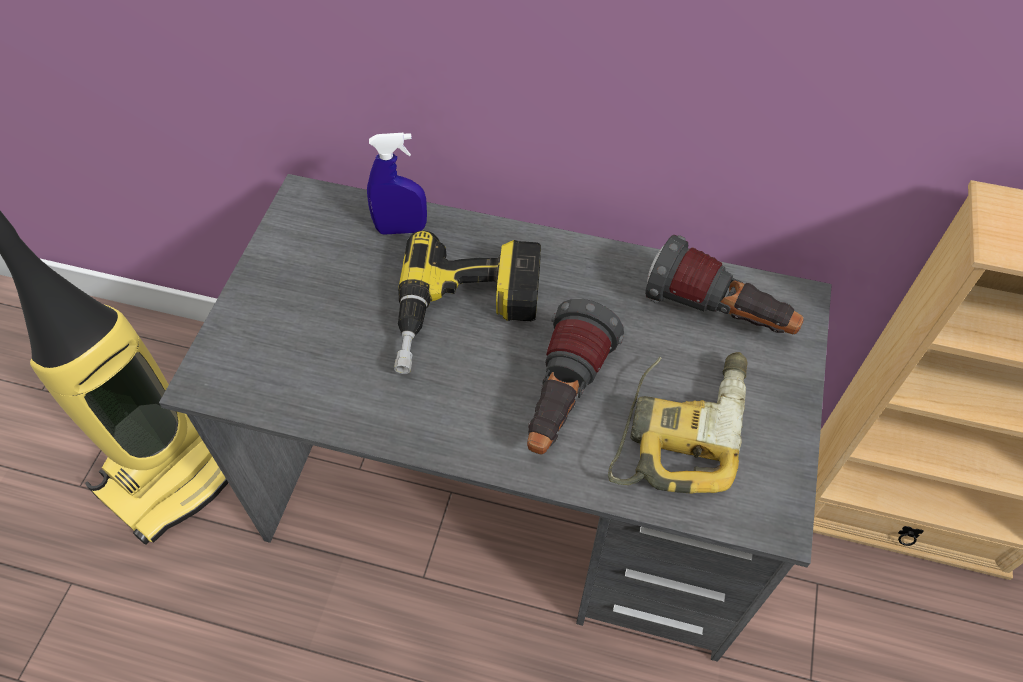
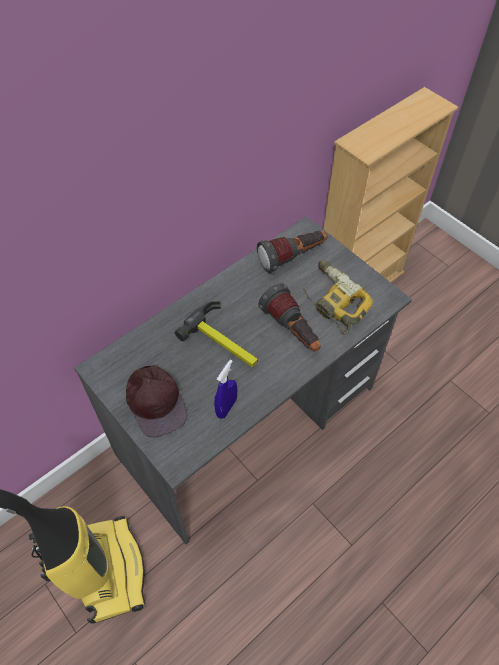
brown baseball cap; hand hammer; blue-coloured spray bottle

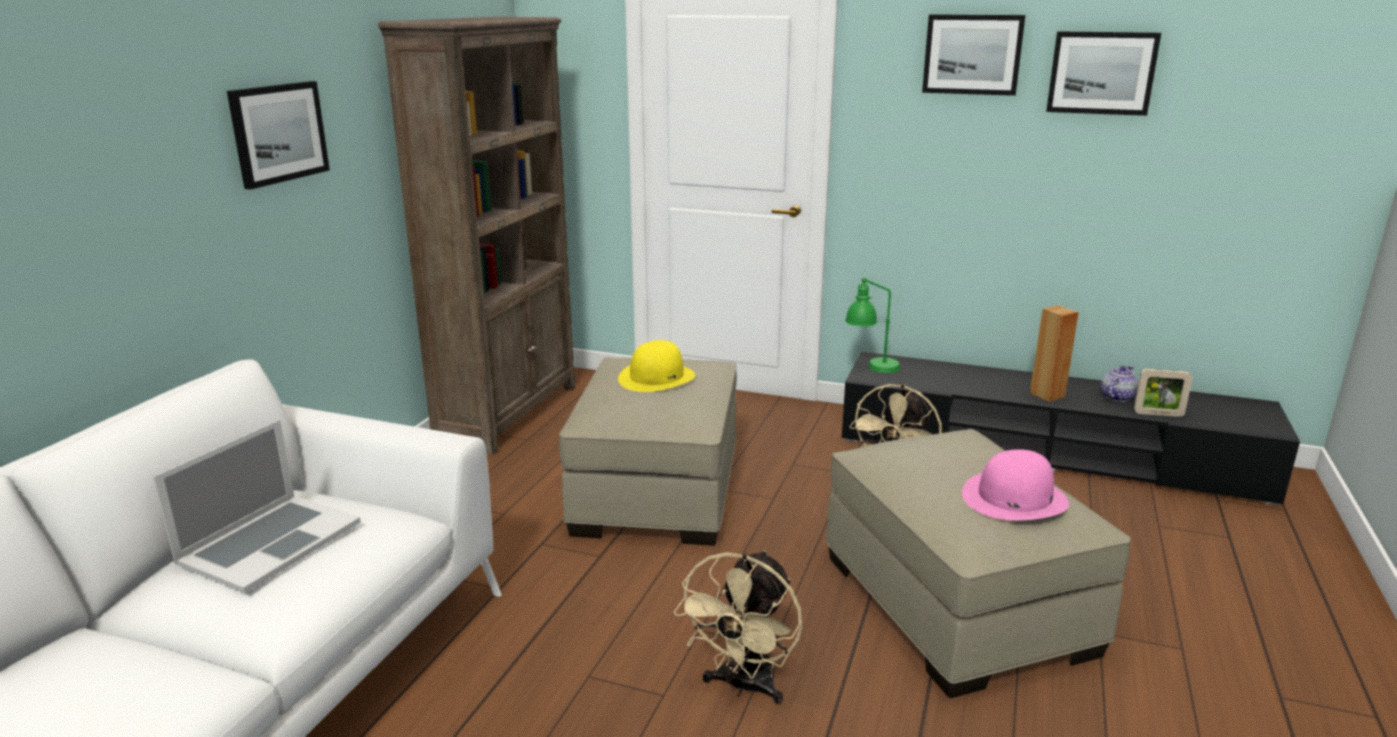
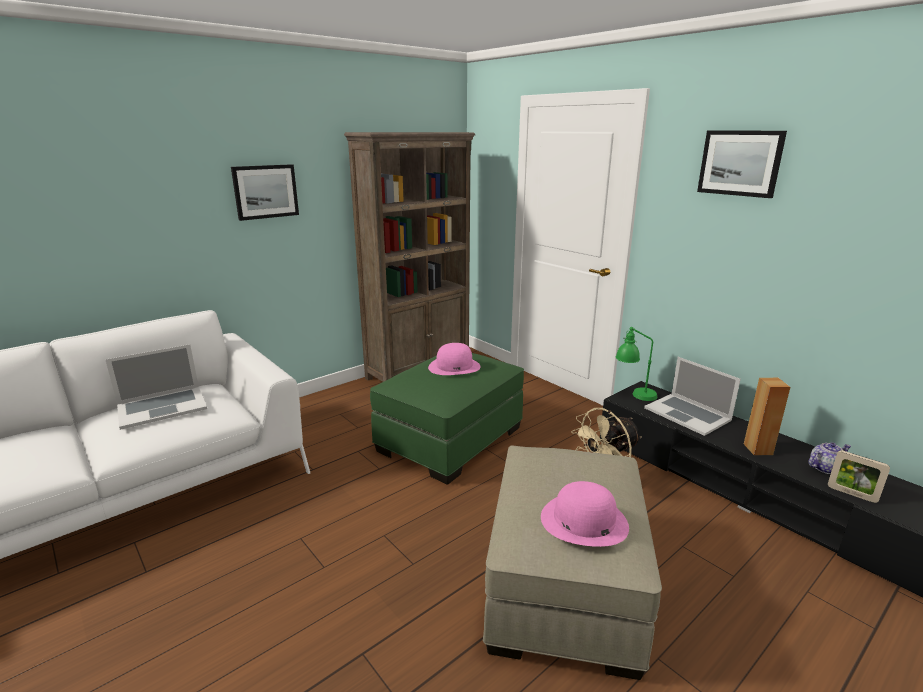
greenish pouffe; pink-coloured hat (1st from left); laptop (2nd from left); beige electric fan (1st from left in the first image); picture (3rd from left in the first image)

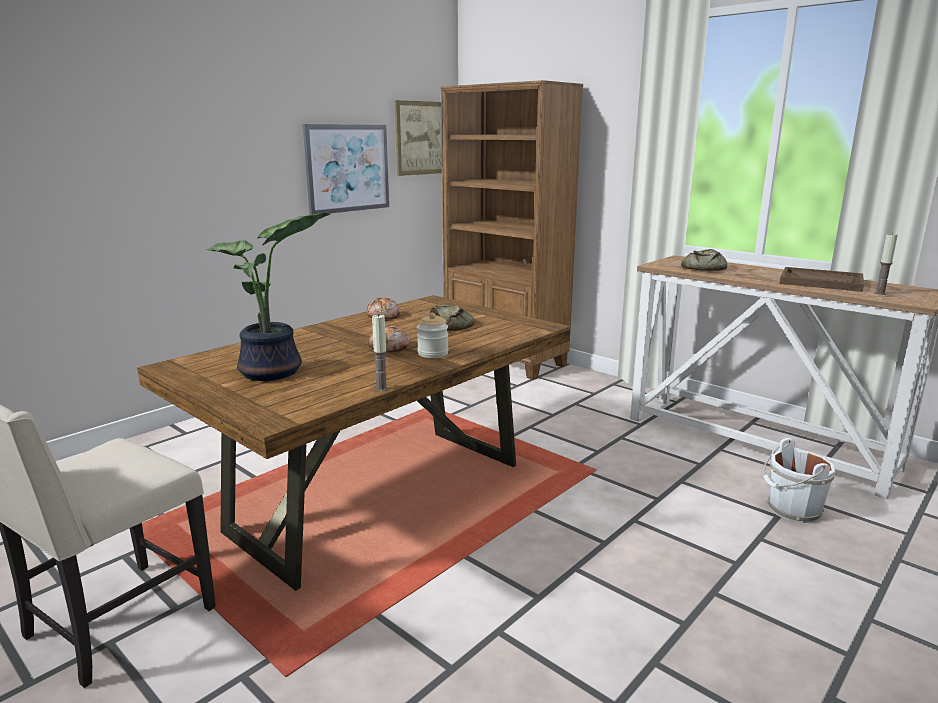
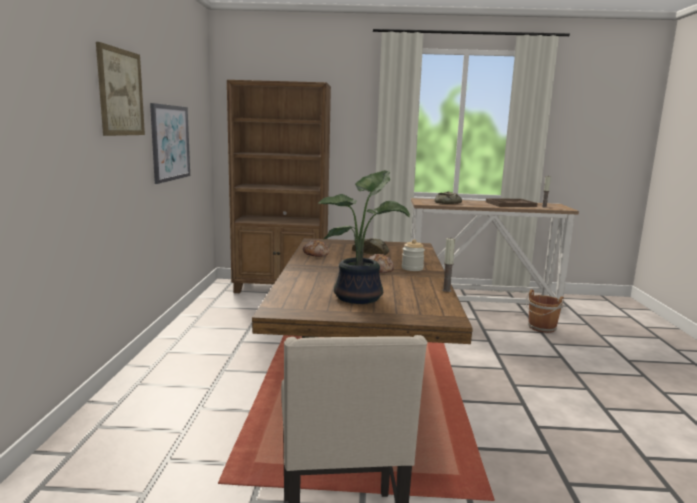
picture (1st from left); brown pail

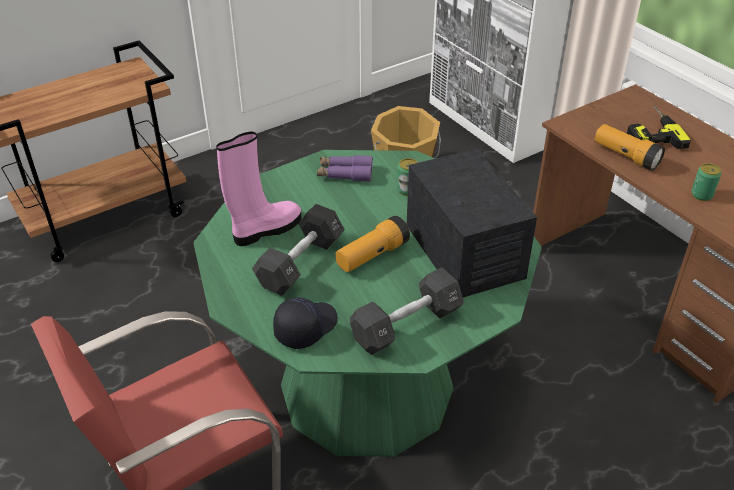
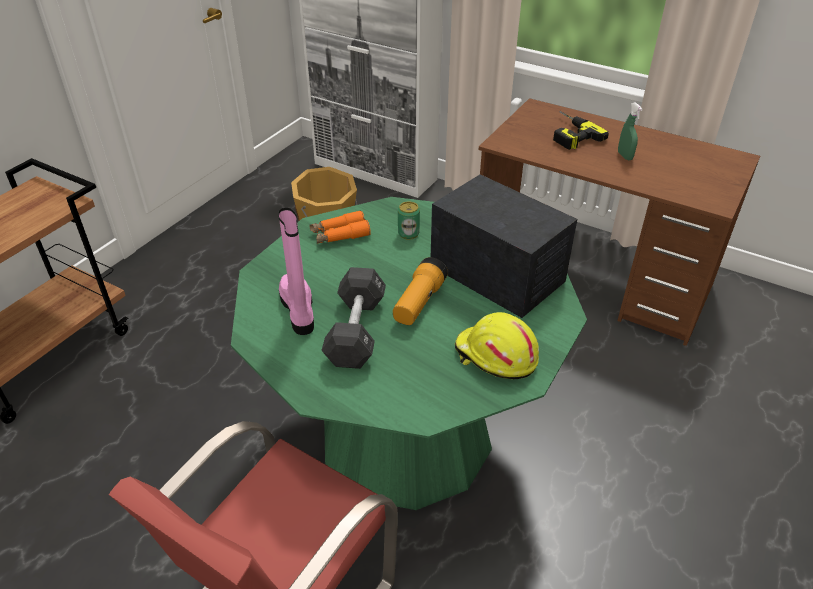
pink-coloured high-top boot; orange-coloured field glasses; yellow work helmet; greenish spray bottle; black baseball cap; torch (2nd from left in the first image); metal can (2nd from left in the first image)

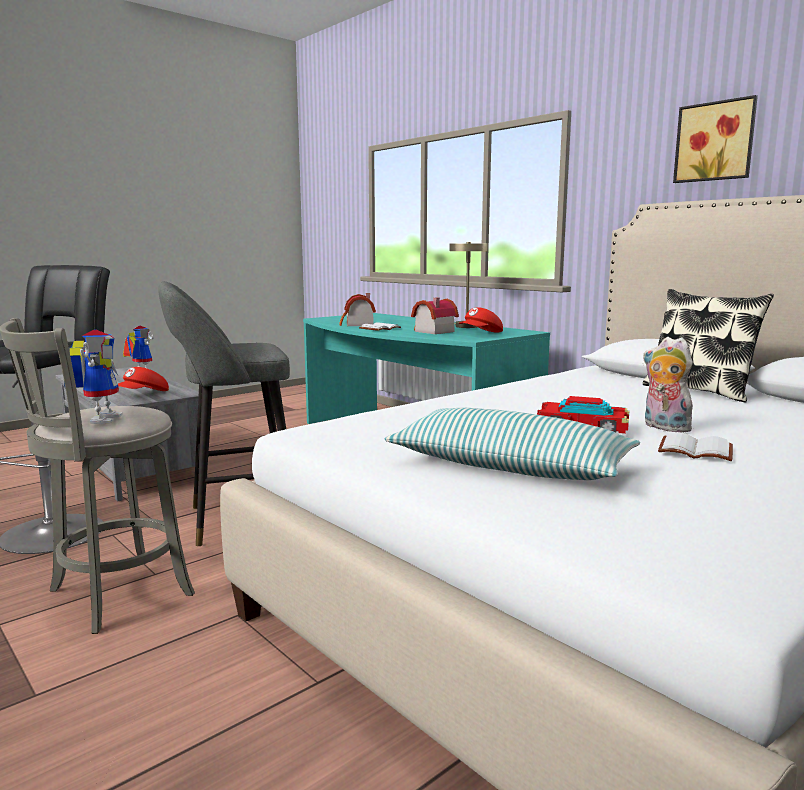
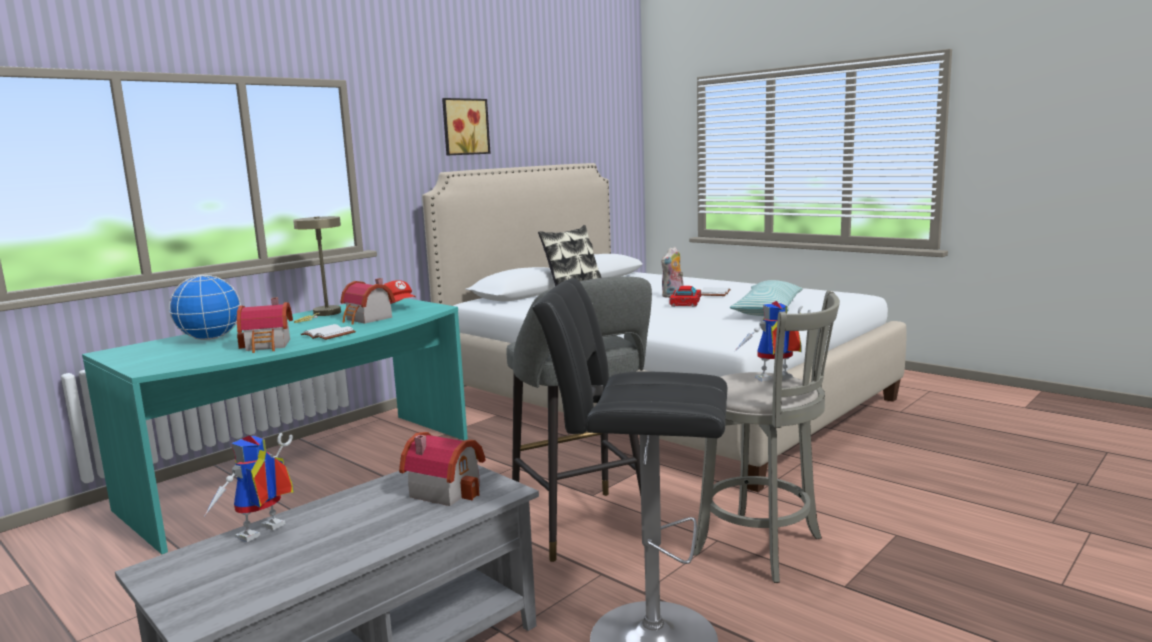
globe; toy house (3rd from left)

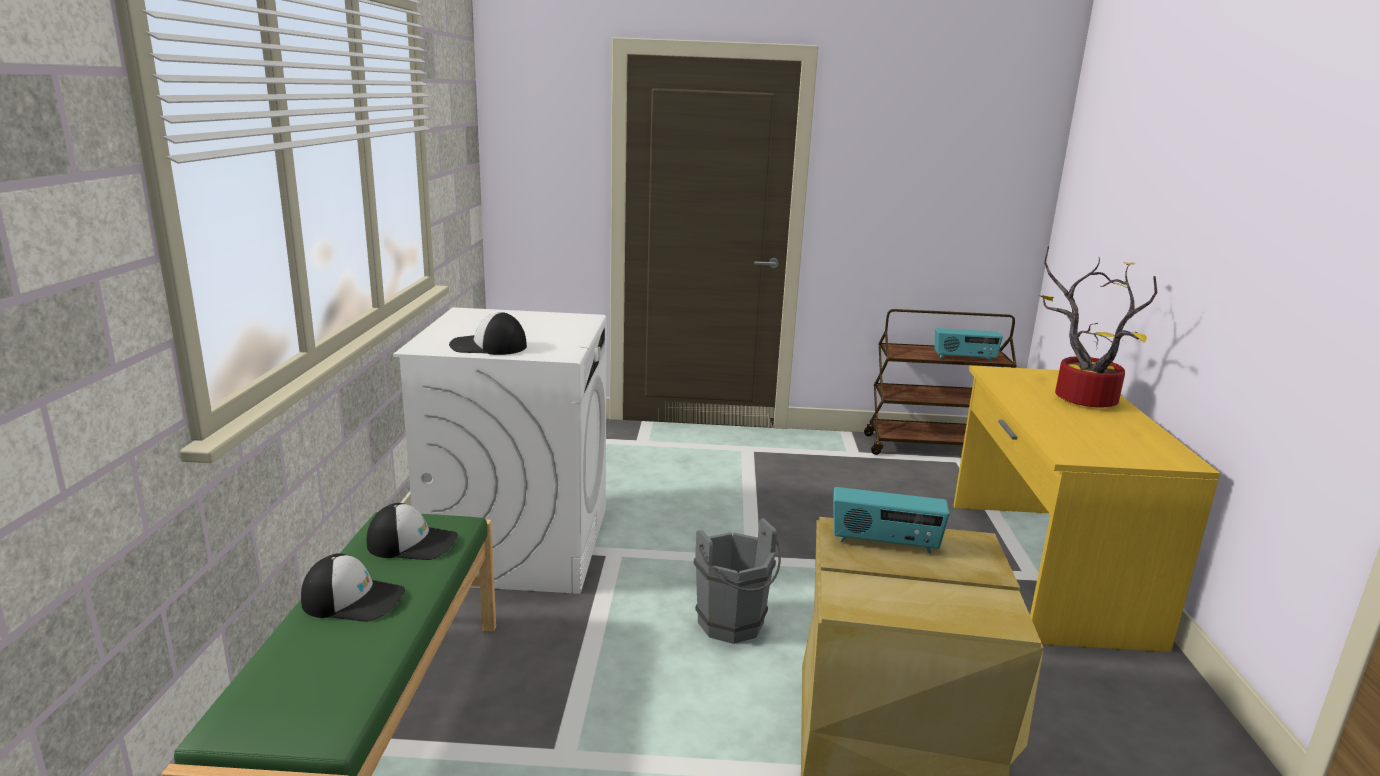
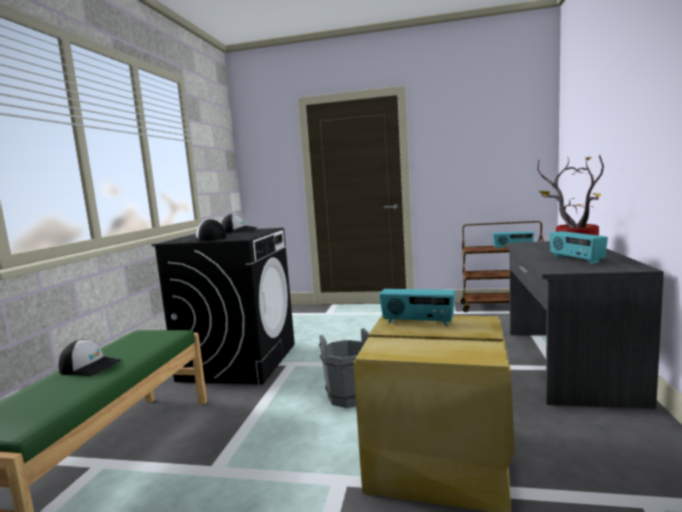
black laundry appliance; baseball cap (3rd from left); grey desk unit; radio set (3rd from left)

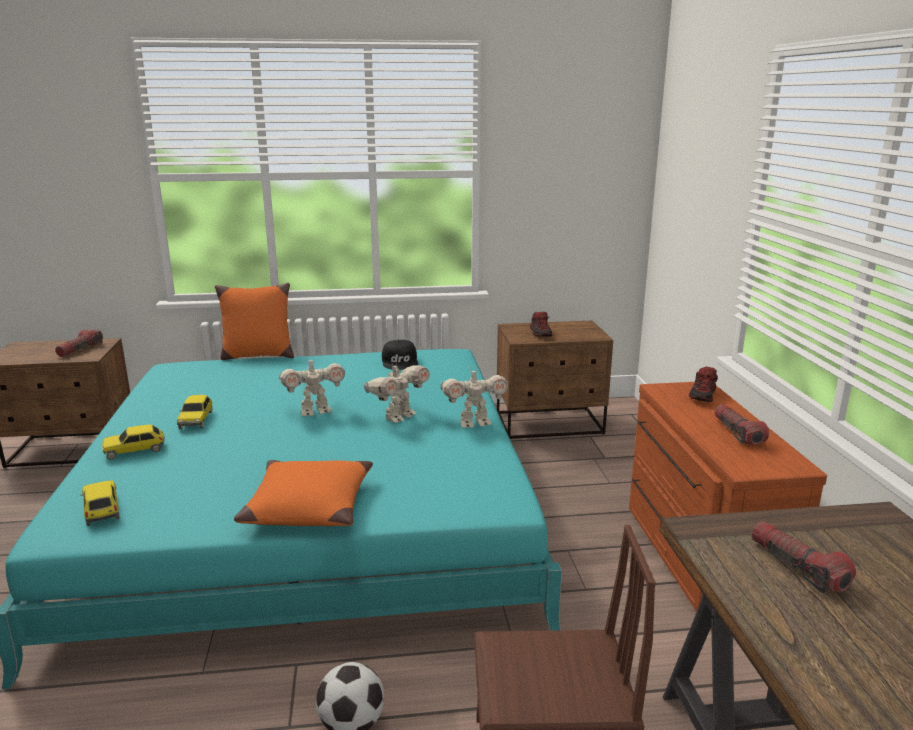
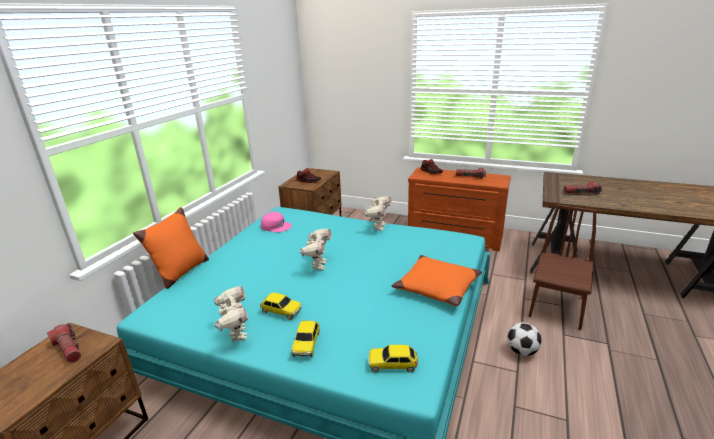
robot figure (1st from left); pink-coloured baseball cap

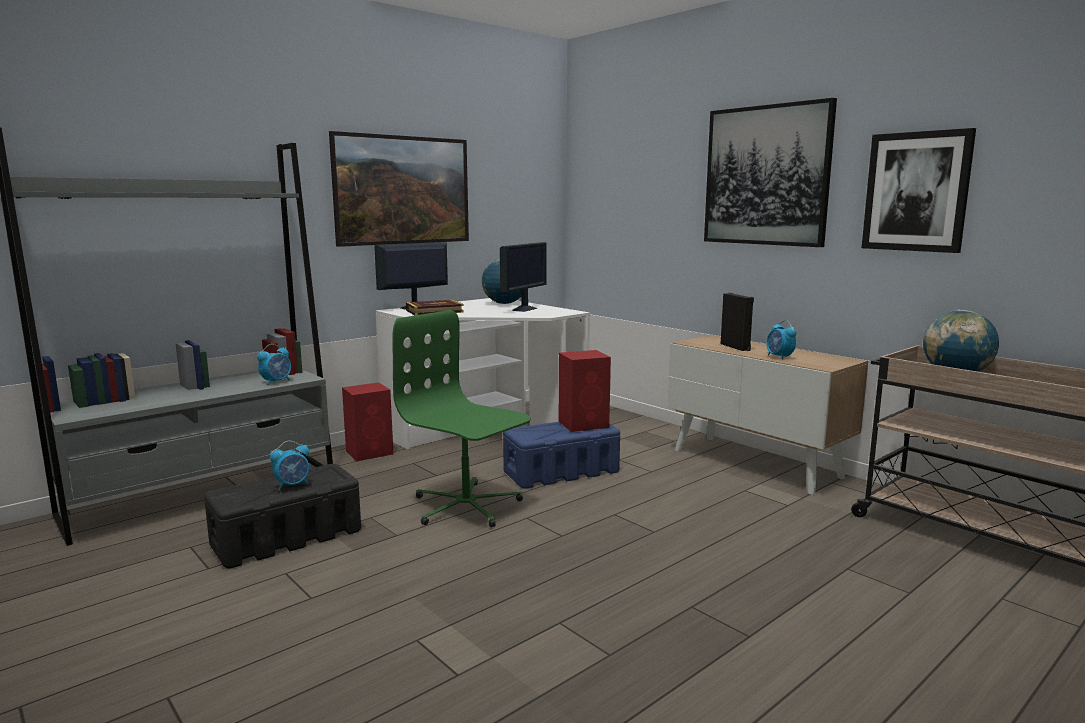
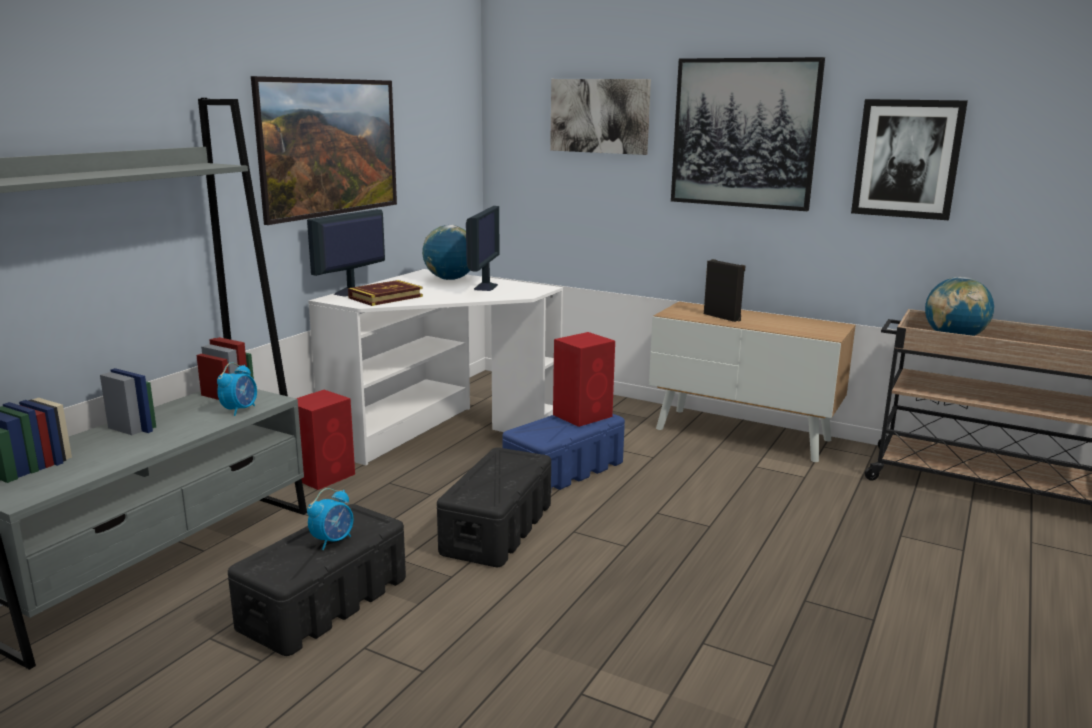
black storage bin (2nd from left); picture (2nd from left); bedside clock (3rd from left in the first image)

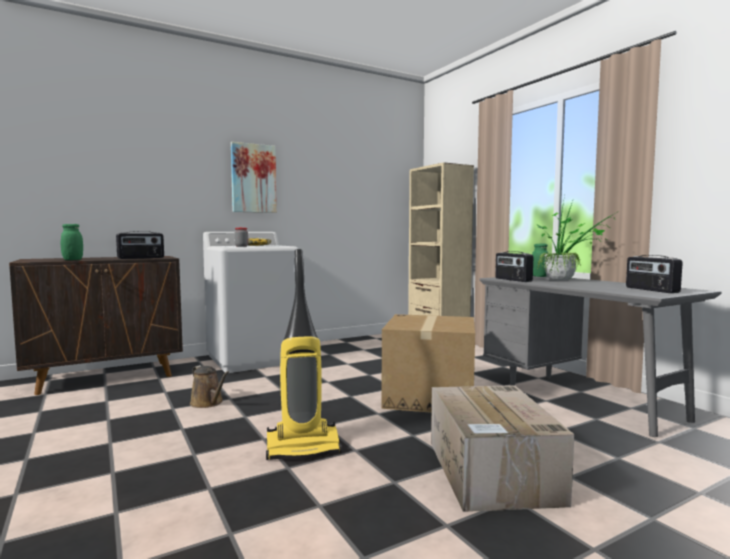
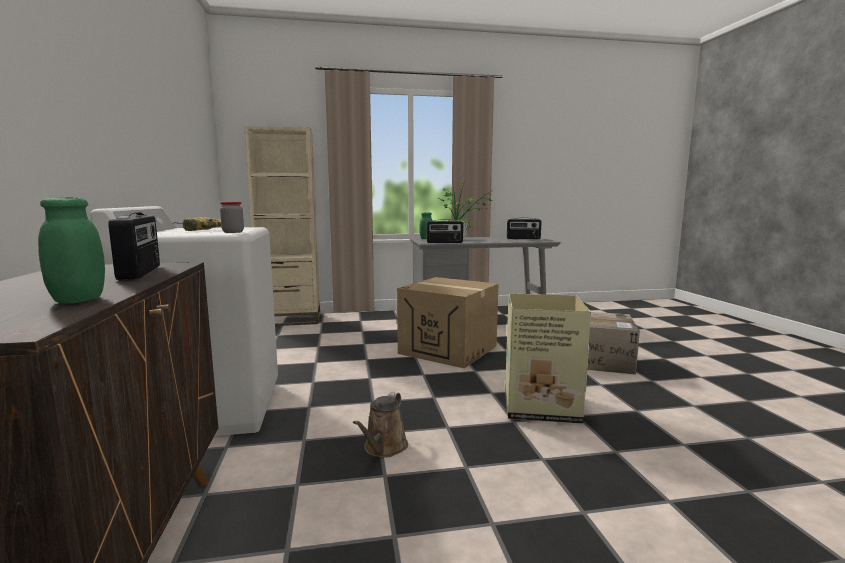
brown watering can; carton (2nd from left); picture

